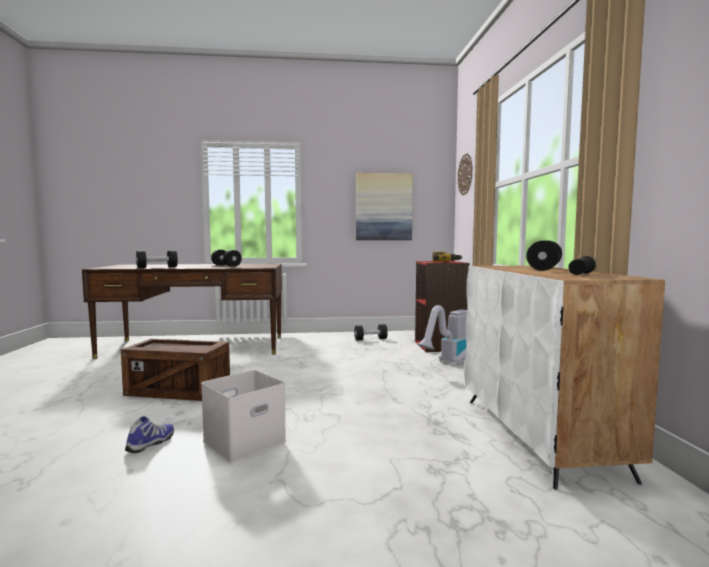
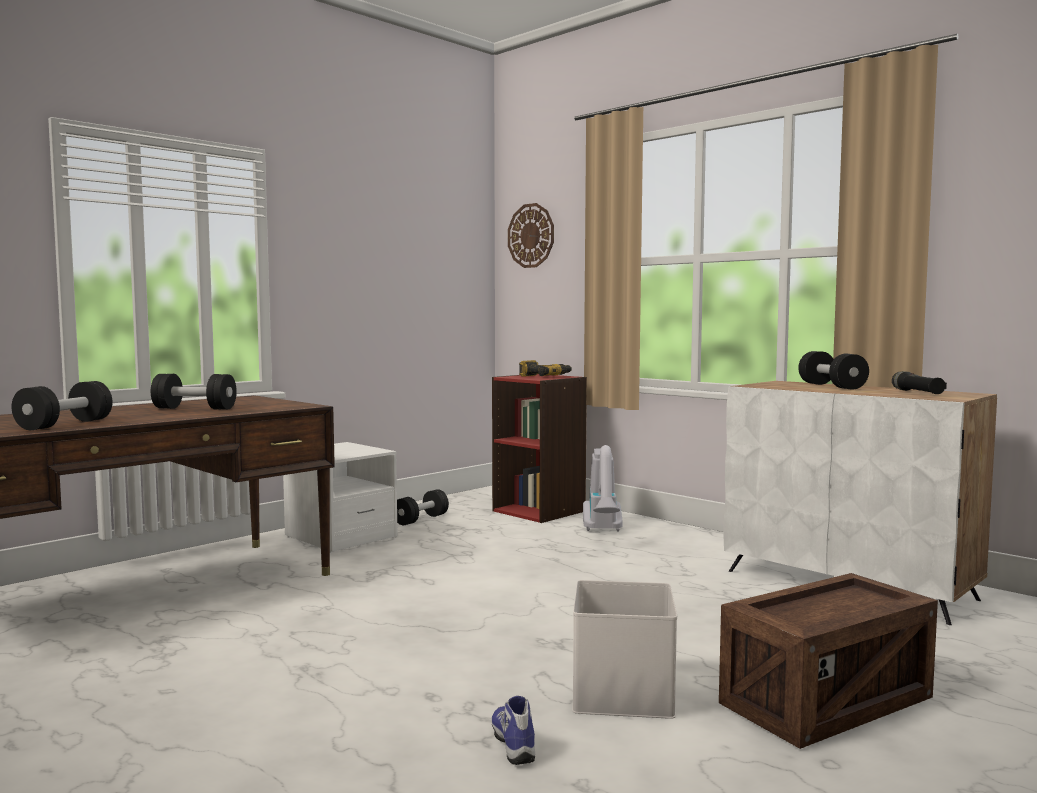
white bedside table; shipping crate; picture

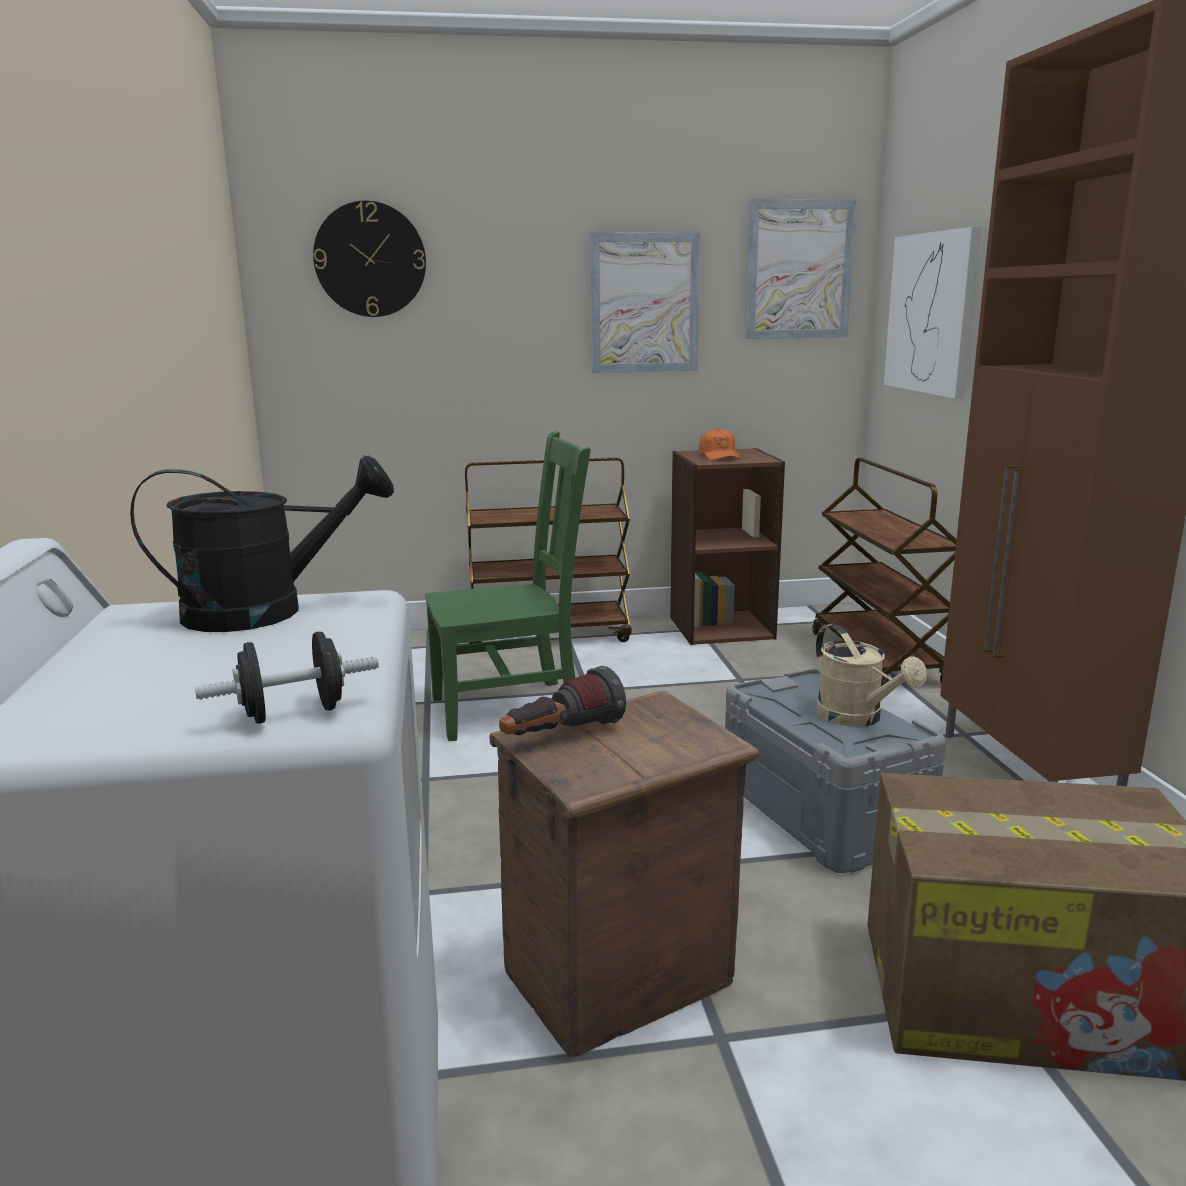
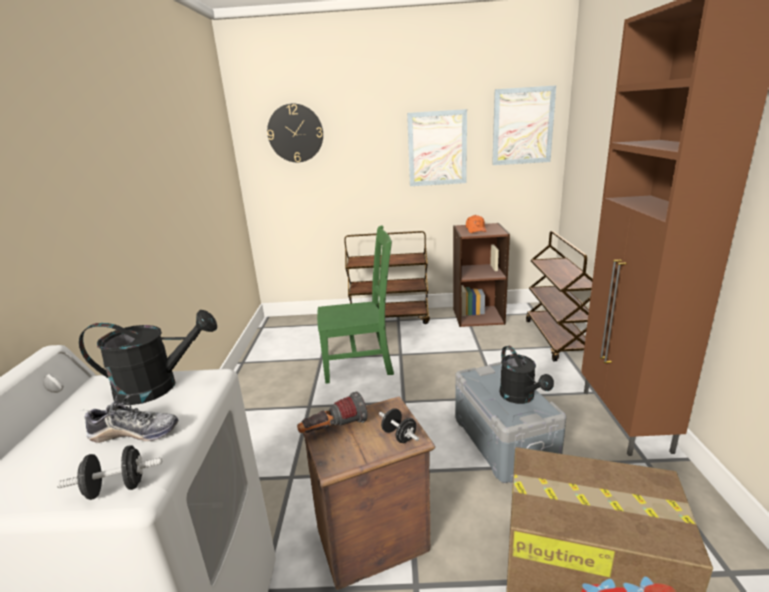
low shoe; black hand weight (2nd from left); black watering can (2nd from left); picture (3rd from left in the first image)

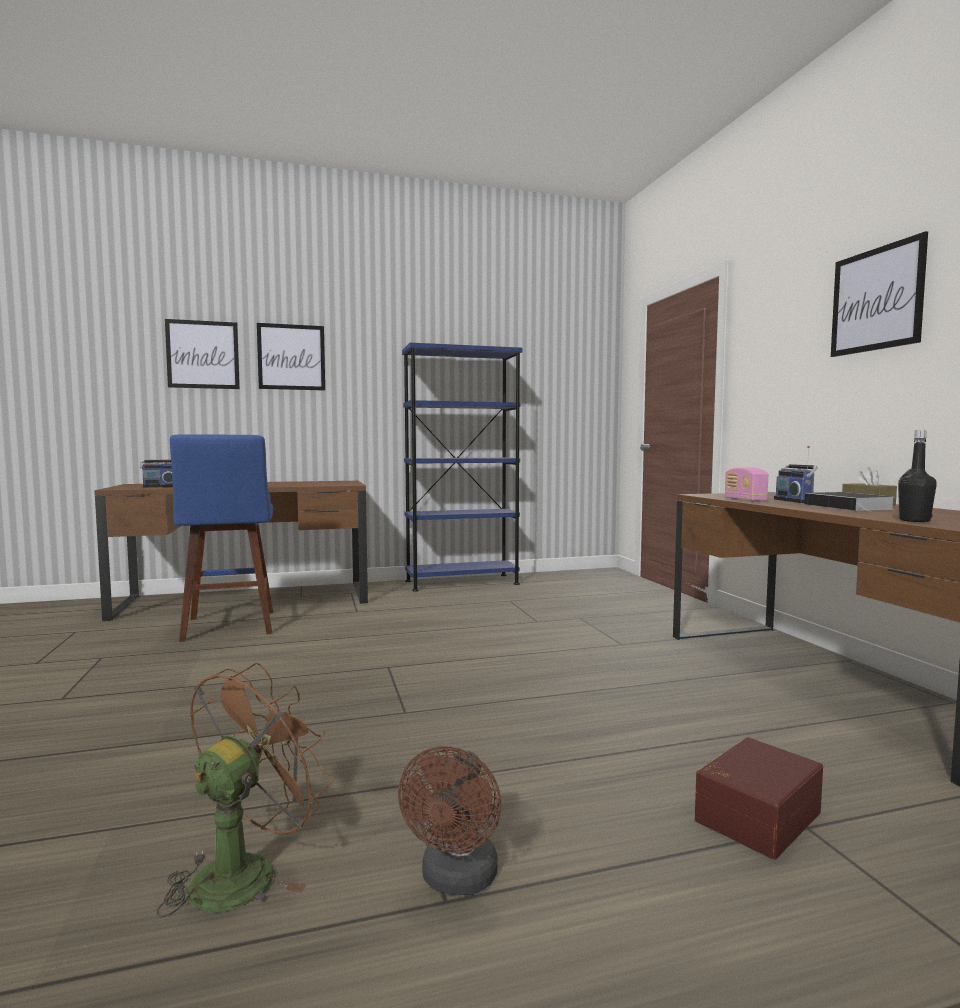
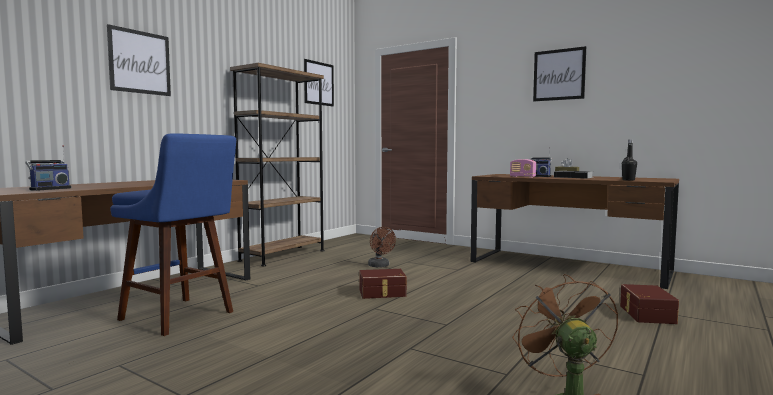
brown shelving unit; picture (2nd from left); brown storage bin (1st from left); brown electric fan (1st from left)

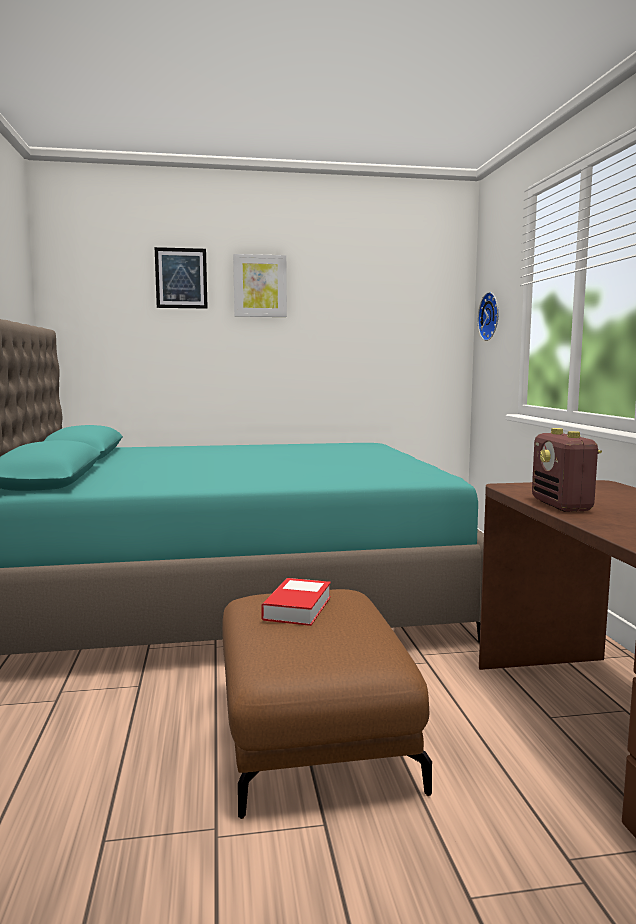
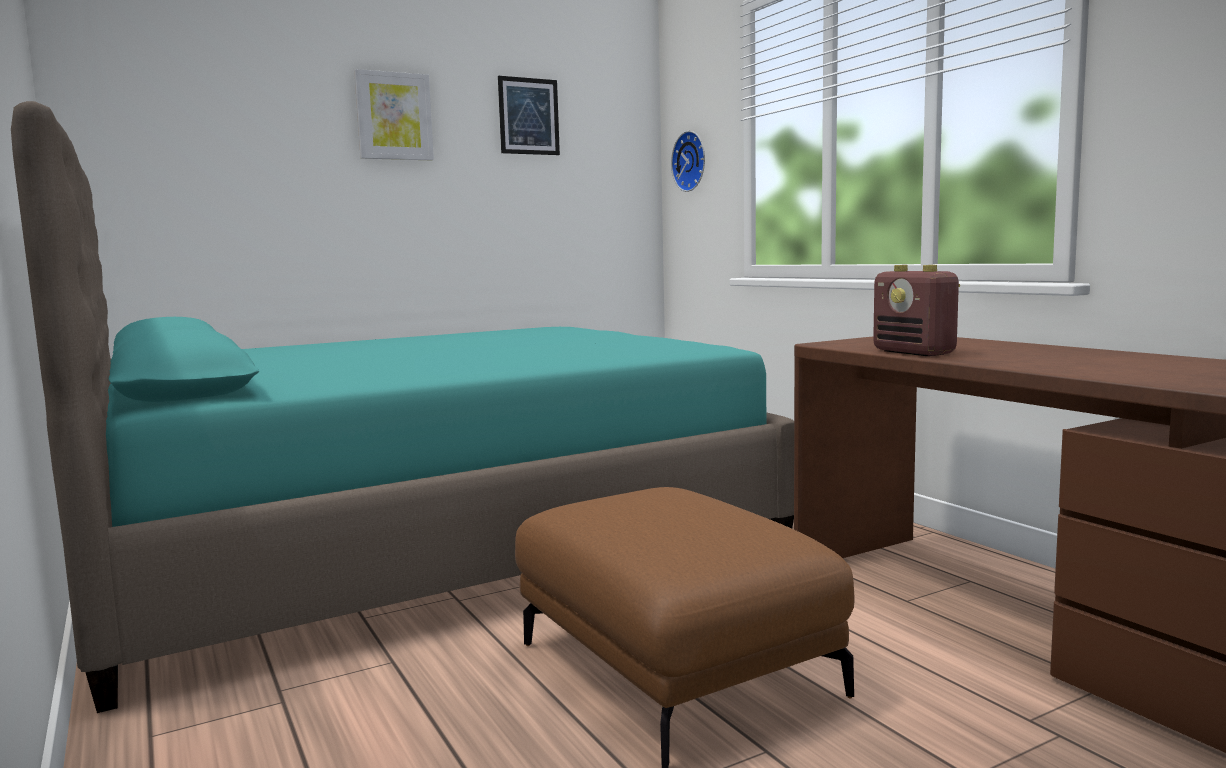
picture (2nd from left); bound book

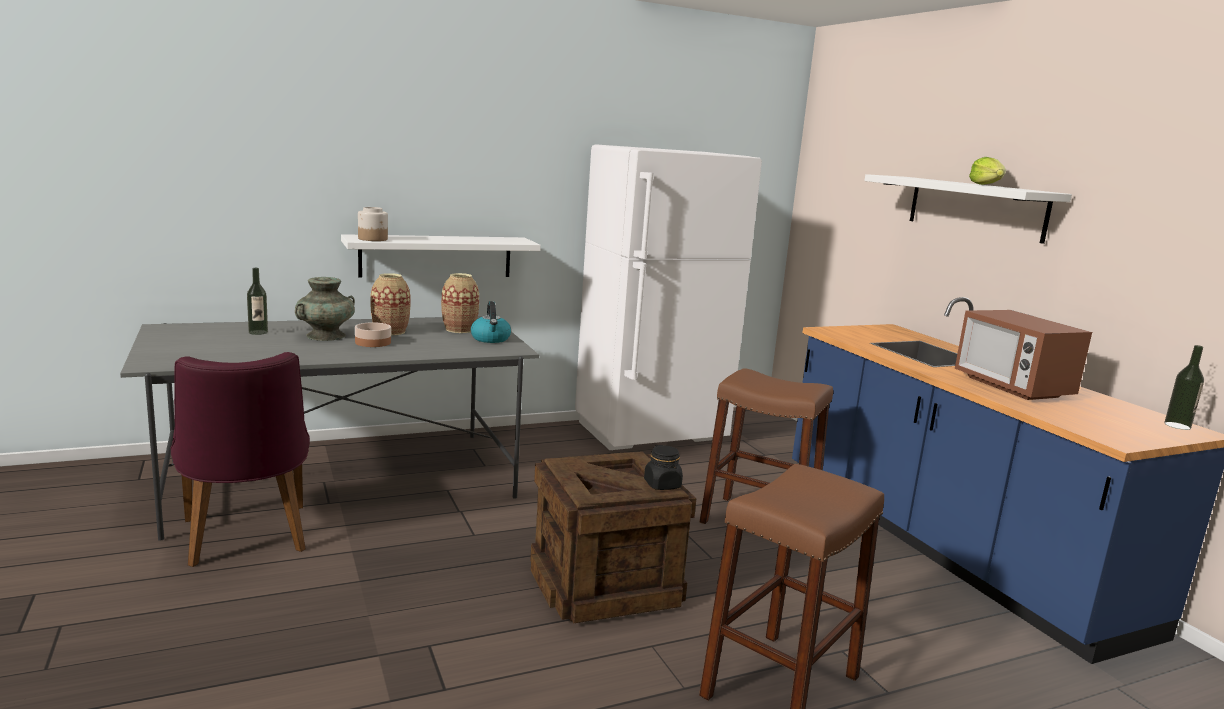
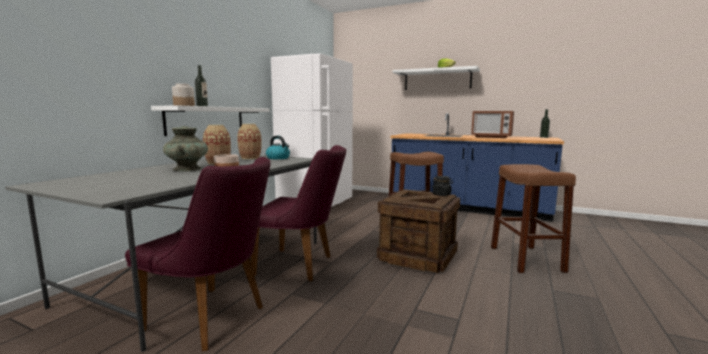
bottle (1st from left); purple-coloured chair (2nd from left)

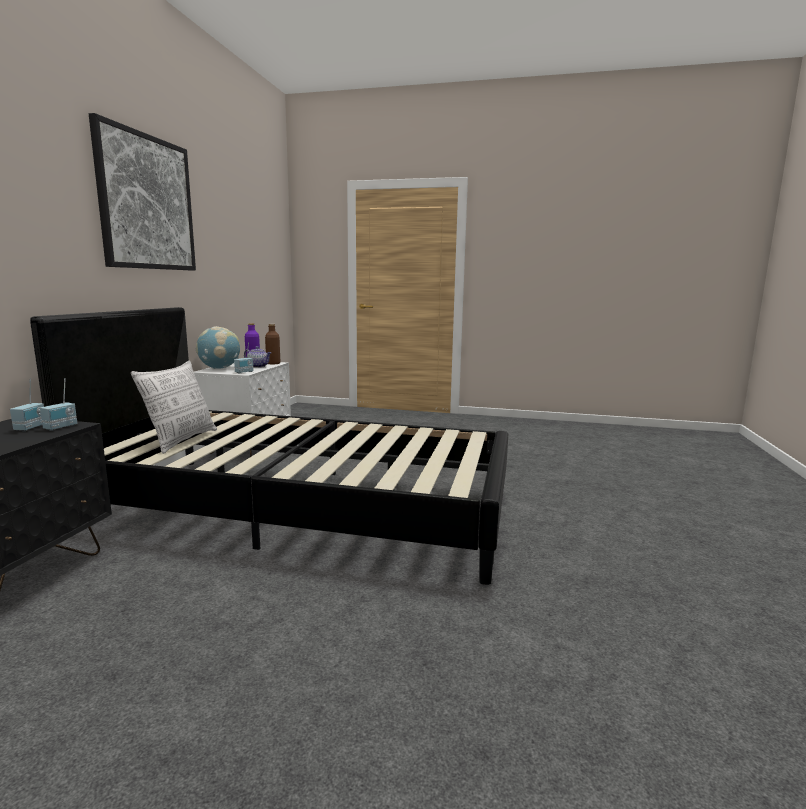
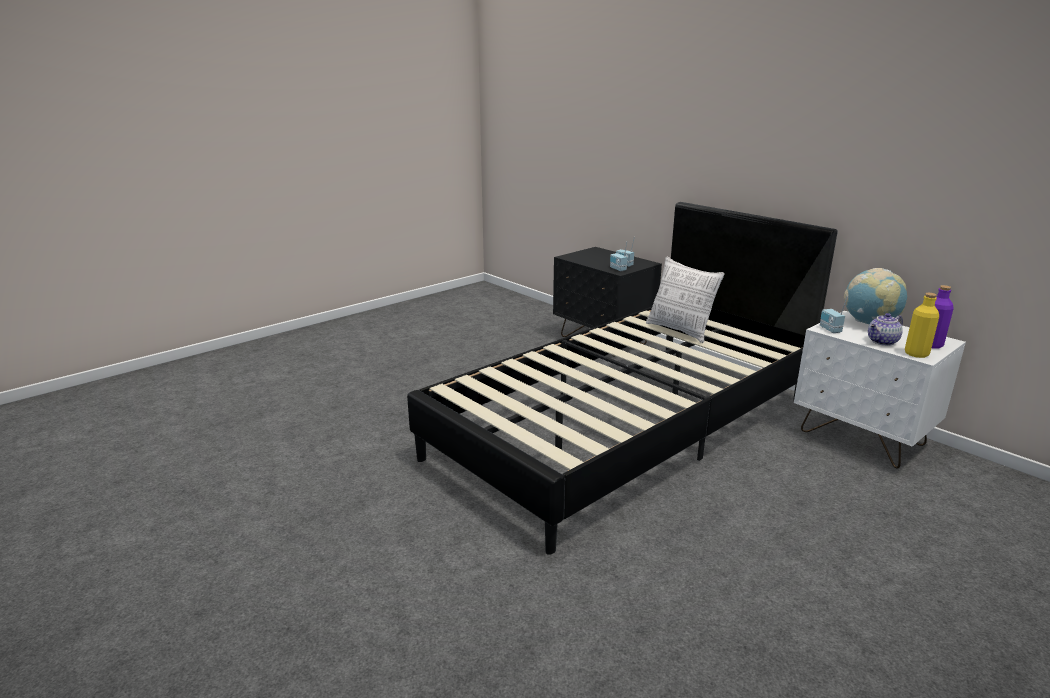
yellow bottle; picture

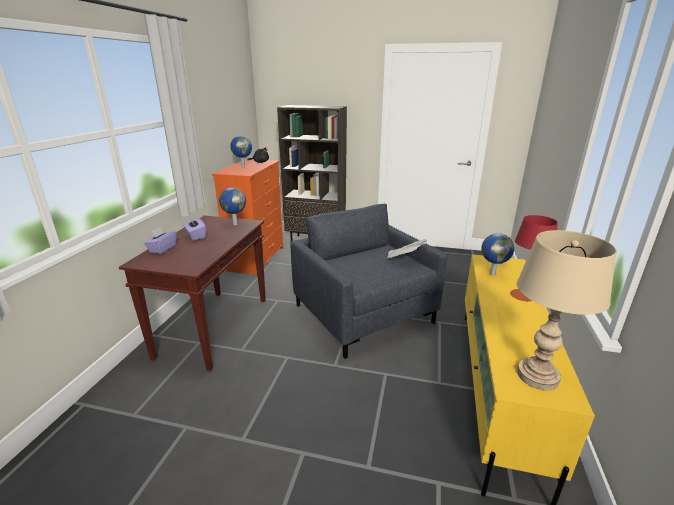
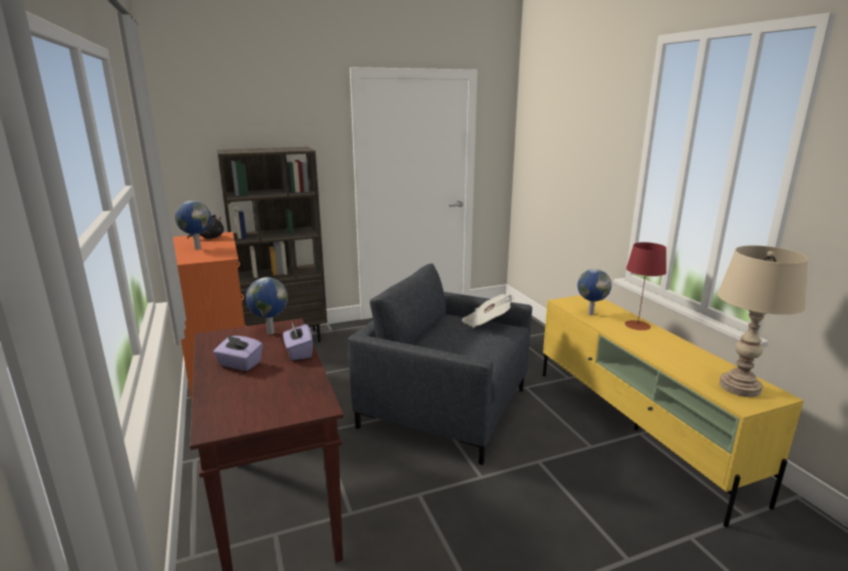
purple-coloured tissue box (2nd from left)

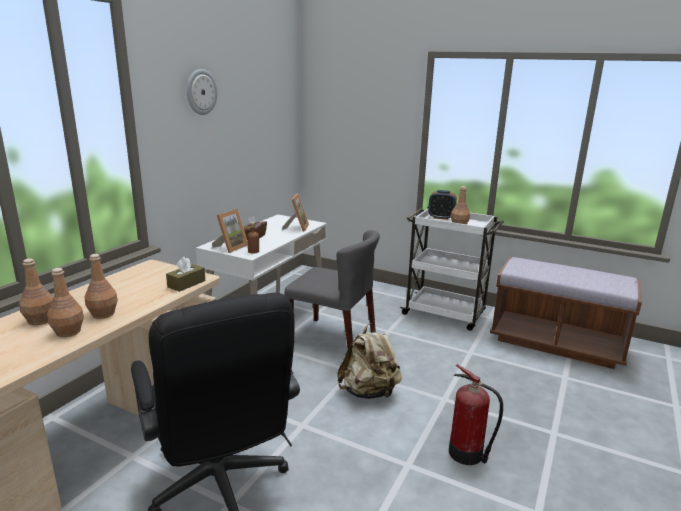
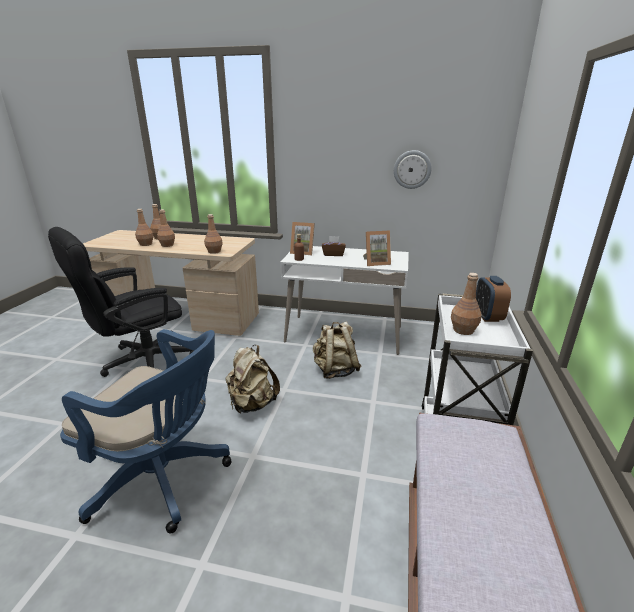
blue-coloured office chair; brown bottle (4th from left); beige rucksack (2nd from left); clock on the wall

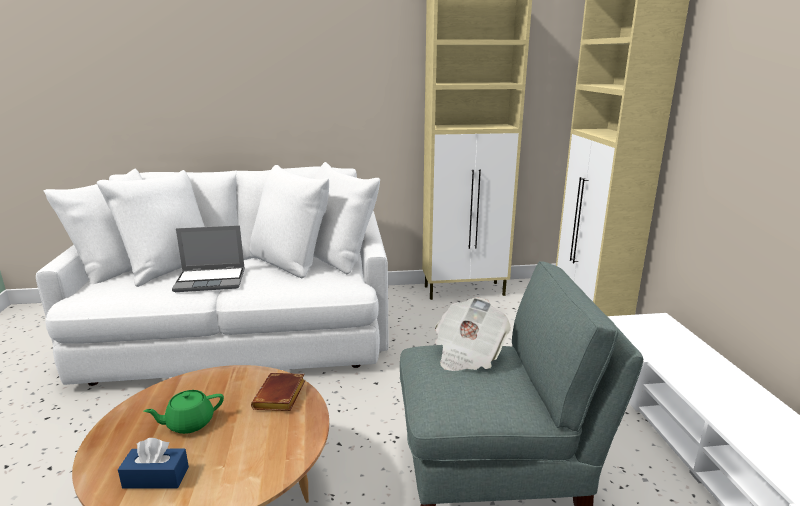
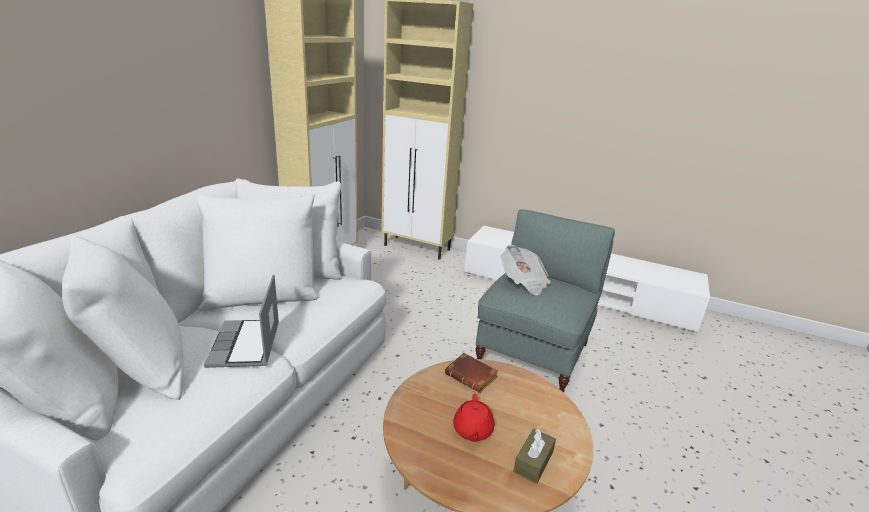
laptop; red teapot; brown tissue box

